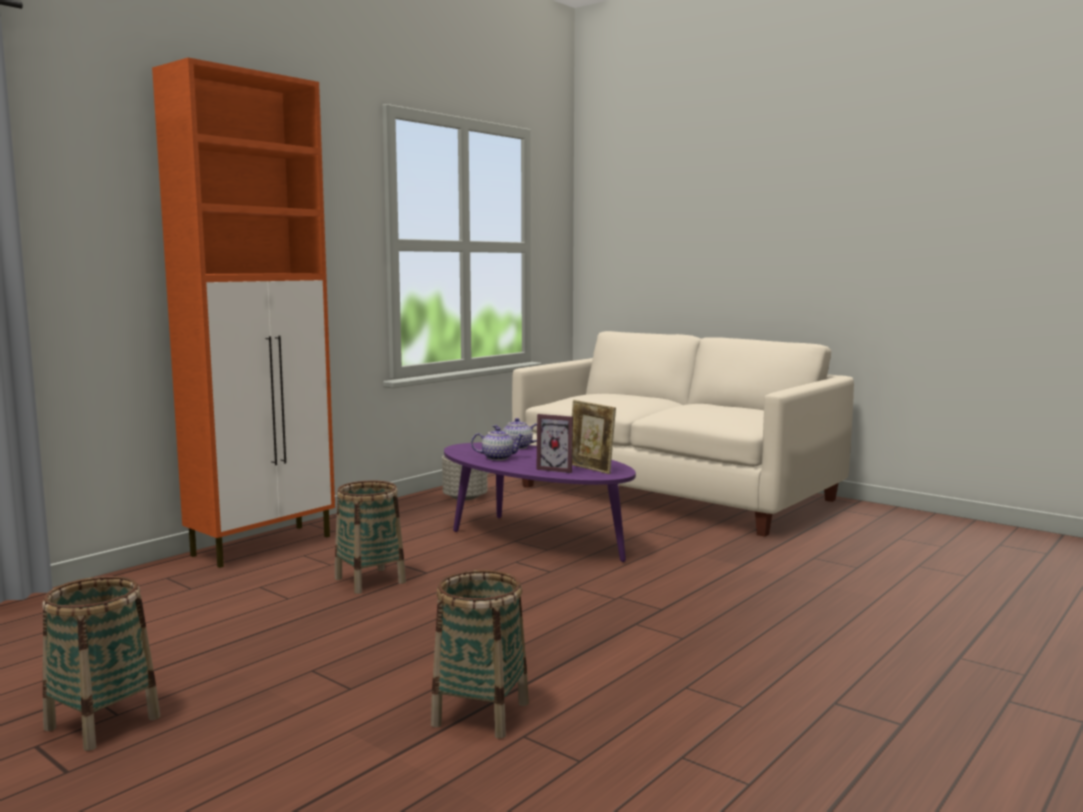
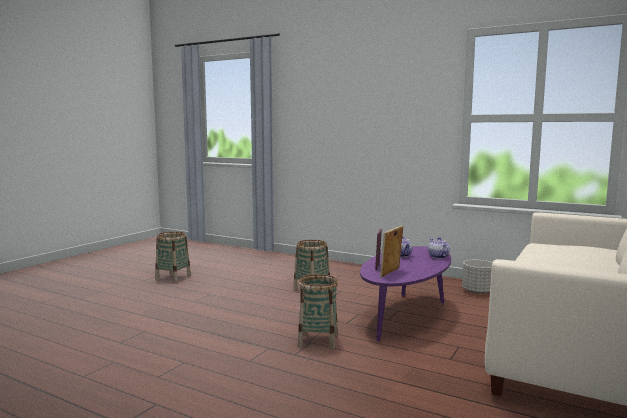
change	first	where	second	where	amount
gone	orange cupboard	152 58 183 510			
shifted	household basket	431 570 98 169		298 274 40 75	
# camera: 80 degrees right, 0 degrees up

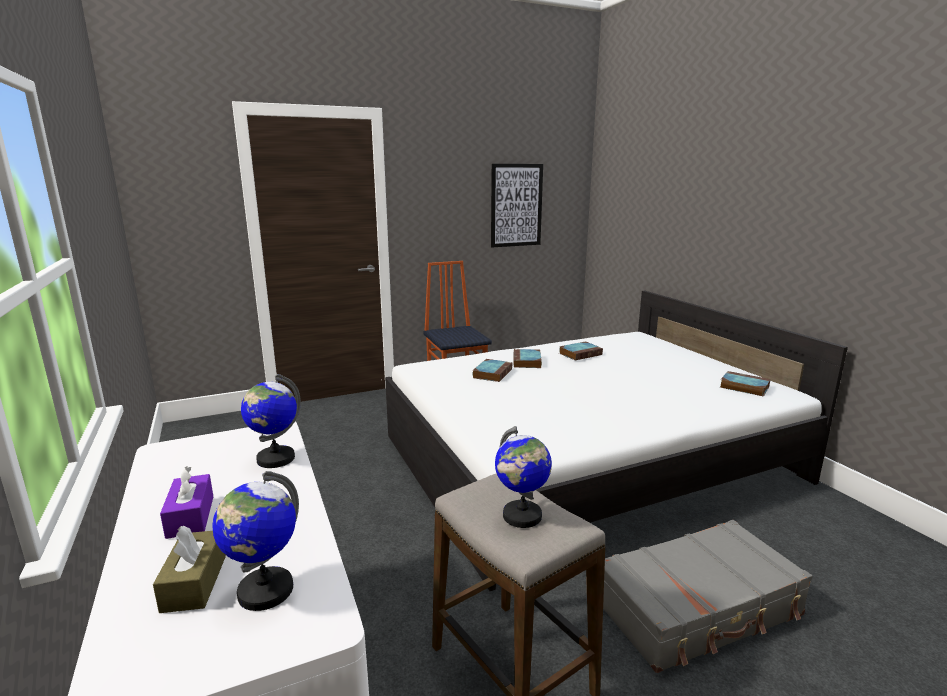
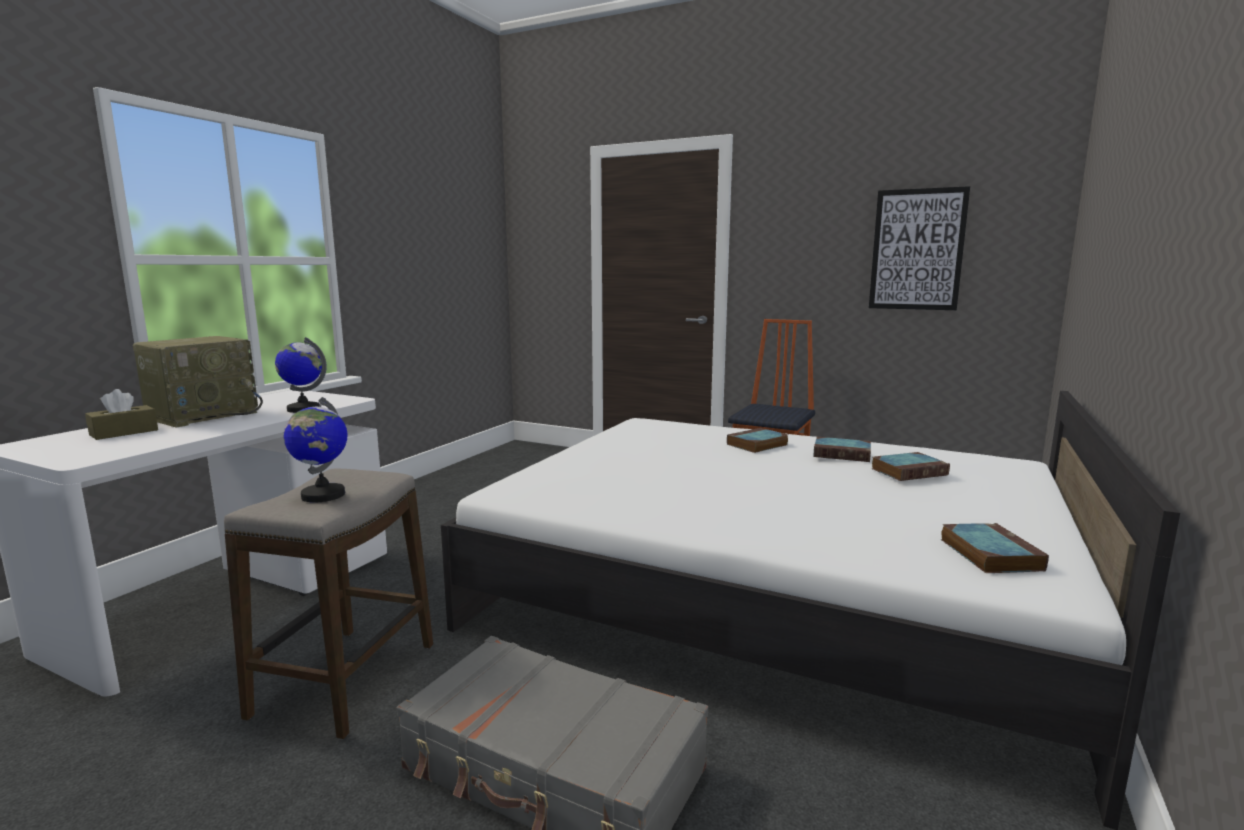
change	first	where	second	where	amount
gone	desk globe	212 471 87 140			
shifted	book	472 359 40 23		871 452 79 29	
swapped	purple tissue box	160 466 53 73	radio set	133 336 130 92	
# camera: 50 degrees right, 5 degrees down

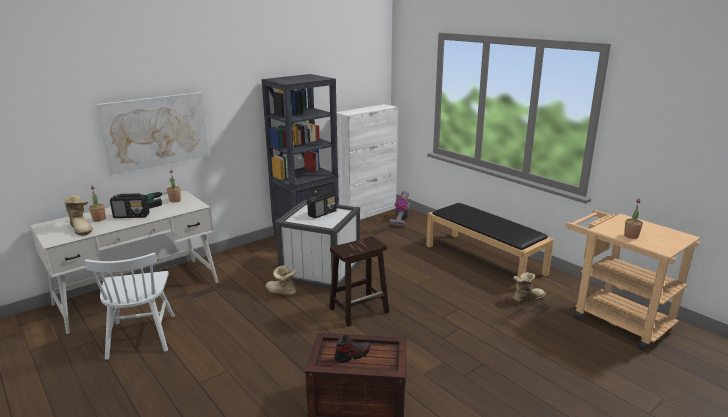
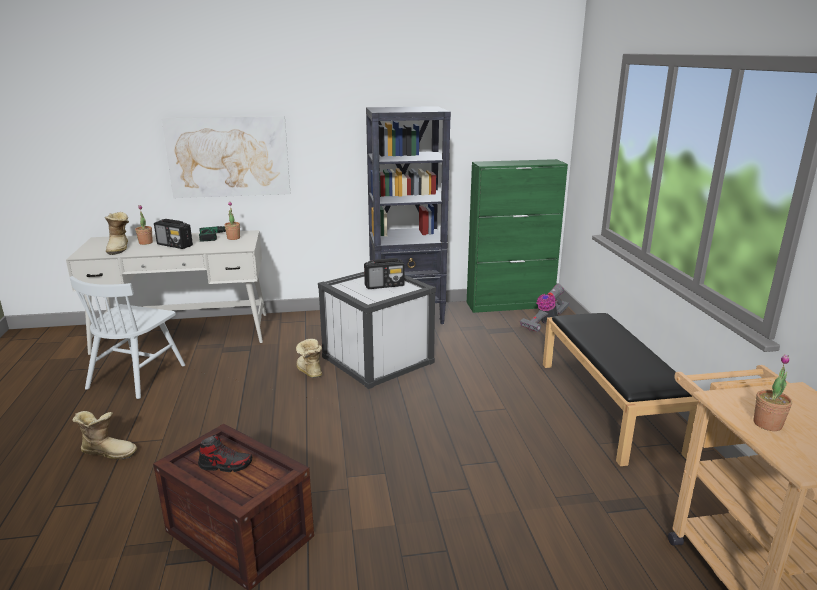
change	first	where	second	where	amount
gone	brown-coloured stool seat	329 236 60 91			
shifted	boot	513 272 33 30		72 411 65 49	
repainted	white cupboard	337 104 61 116	greenish cupboard	467 159 101 154	
# camera: 30 degrees right, 0 degrees up

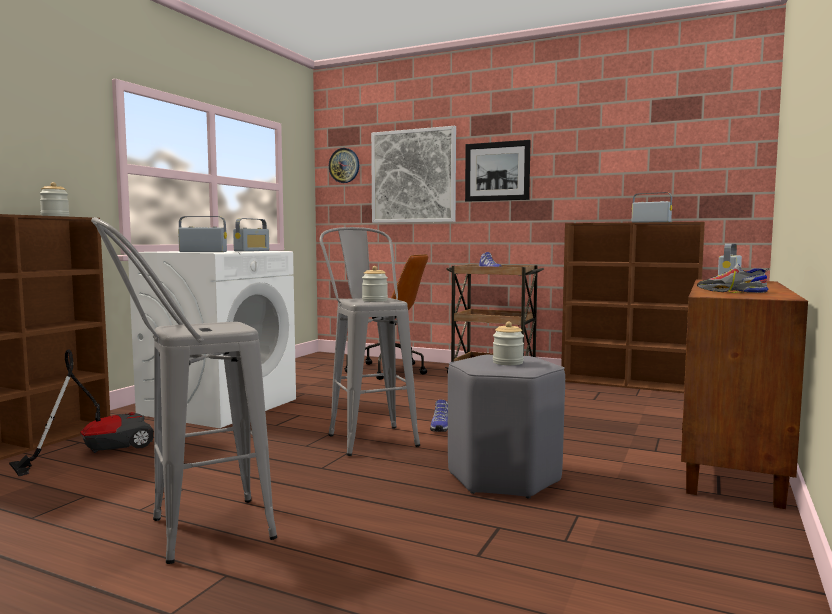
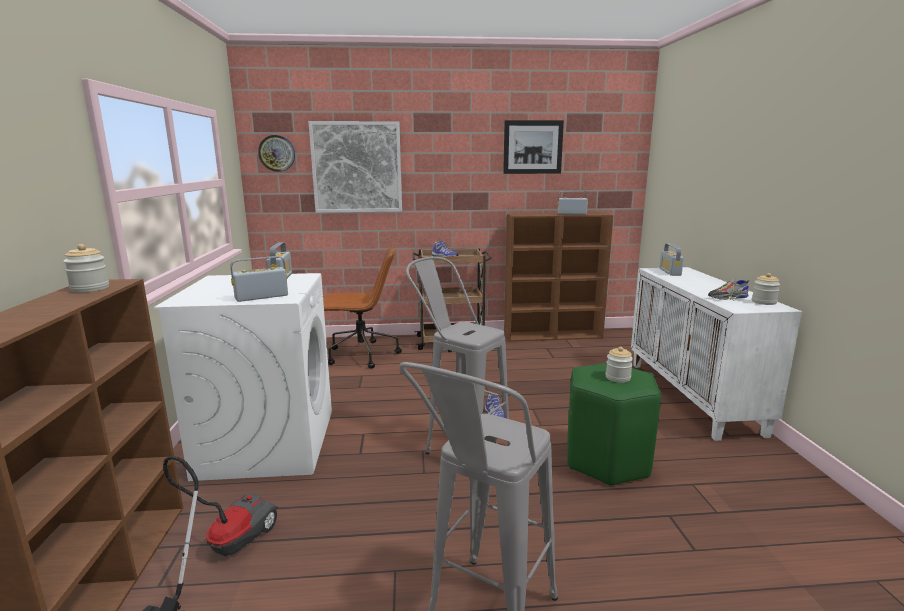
change	first	where	second	where	amount
shifted	jar	362 266 26 36		752 273 28 32	
shifted	wall picture	465 140 66 62		503 120 61 54	
repainted	greyish stool seat	448 354 117 144	greenish stool seat	567 363 94 123	
repainted	brown-coloured cupboard	681 279 127 230	white cupboard	631 267 171 174	
# camera: 30 degrees left, 10 degrees up

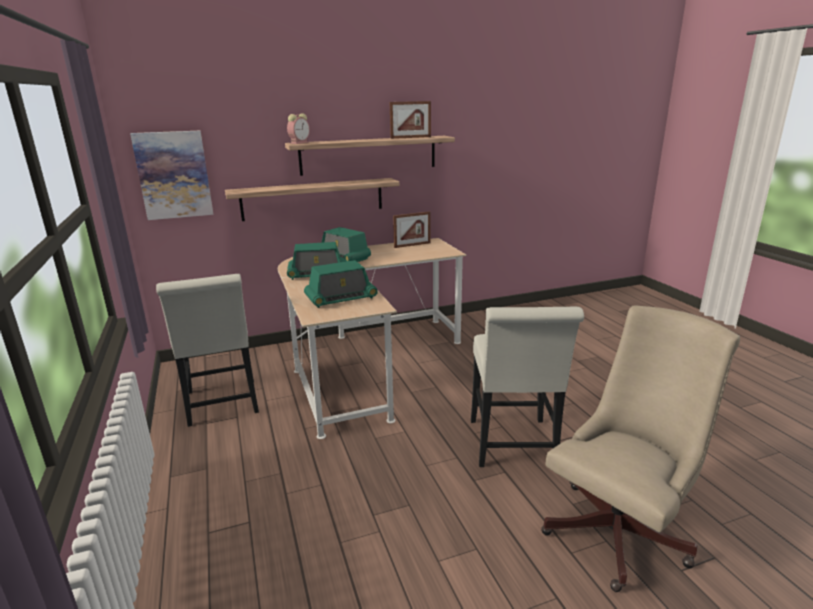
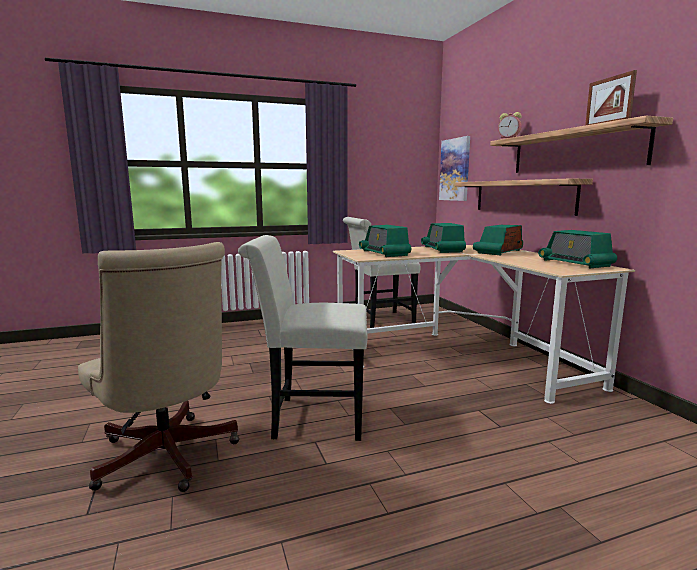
change	first	where	second	where	amount
swapped	photo frame	393 211 38 37	radio set	538 230 79 38	
# camera: 90 degrees right, 10 degrees down

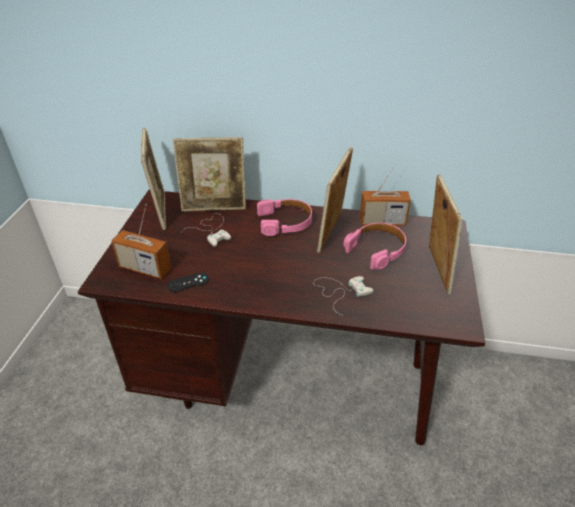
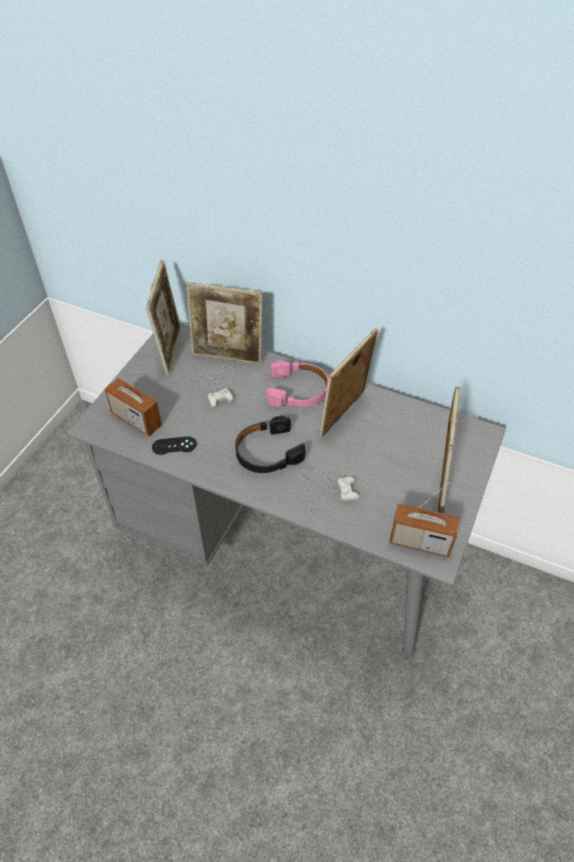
change	first	where	second	where	amount
gone	pink headset	343 223 63 47			
new			blackish headset	235 416 70 57	
shifted	radio set	360 159 51 67		389 482 71 75	
repainted	brown-coloured desk table	78 190 407 255	greyish desk table	67 324 439 331	
# camera: 15 degrees right, 10 degrees up

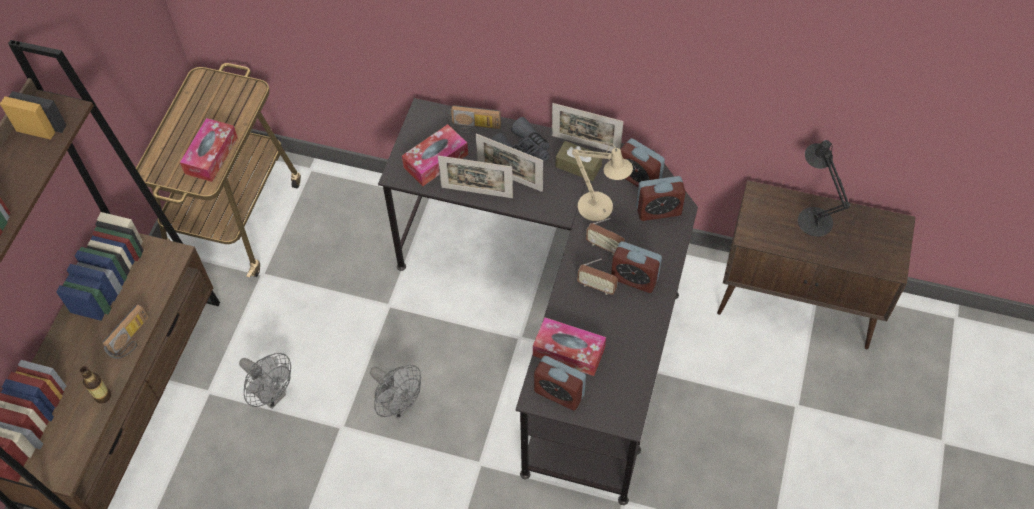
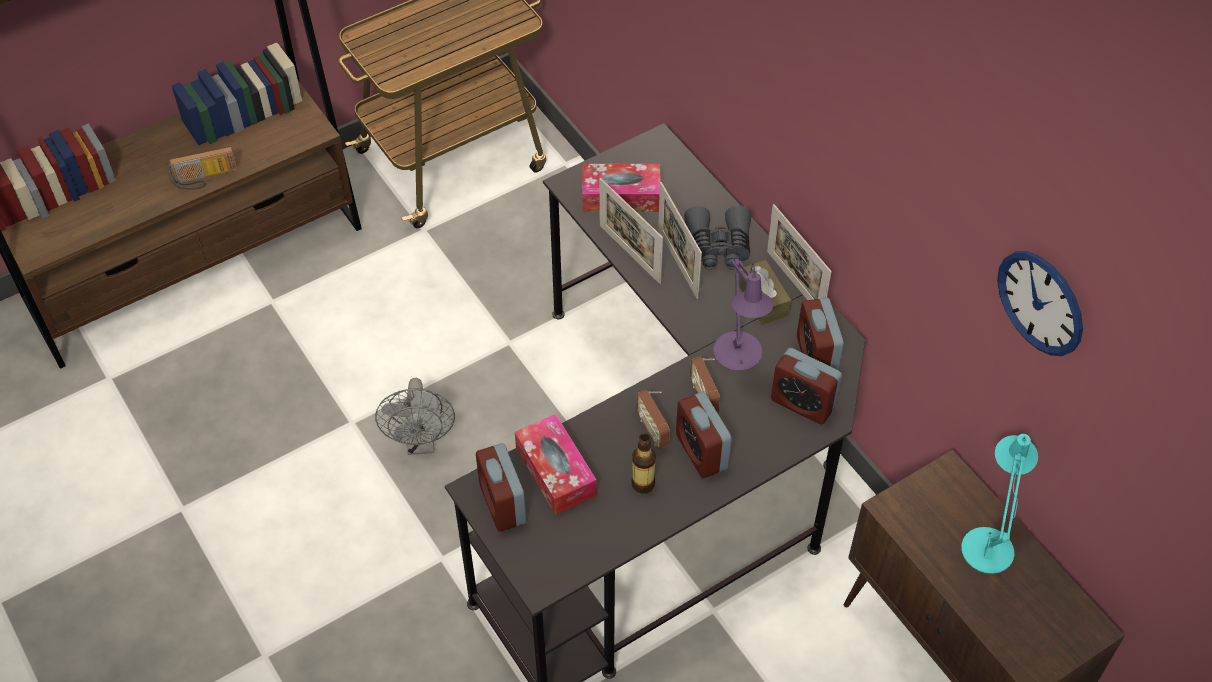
change	first	where	second	where	amount
gone	tissue box	180 118 58 64			
gone	greyish cooling fan	239 353 52 56			
gone	radio set	448 105 53 29			
new			wall clock	997 251 86 105	
shifted	beverage bottle	80 366 31 37		631 433 25 61	
repainted	beige tabletop lamp	572 143 61 78	purple tabletop lamp	713 259 60 112	
repainted	blackish tabletop lamp	798 140 52 97	blue-green tabletop lamp	961 434 77 140	
# camera: 40 degrees right, 5 degrees down

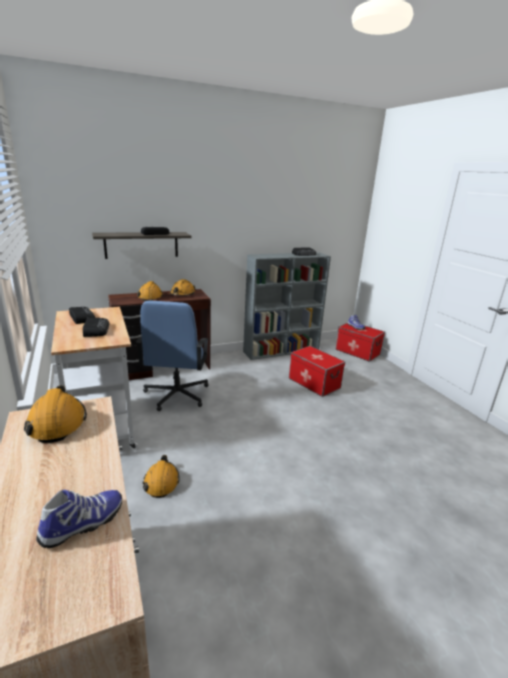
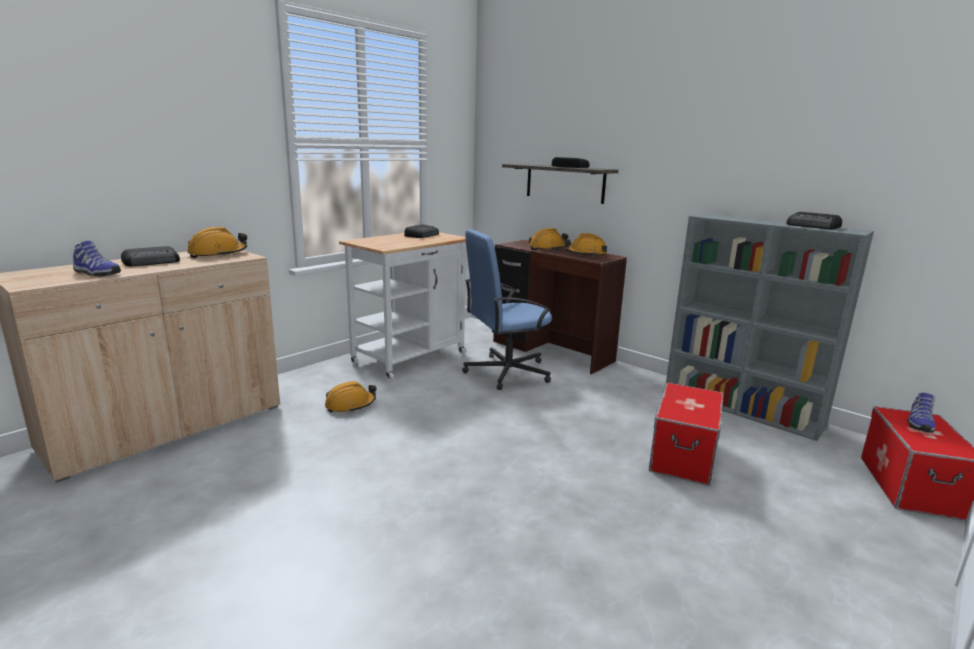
change	first	where	second	where	amount
shifted	radio set	83 317 26 20		121 246 59 20	
# camera: 65 degrees right, 5 degrees down

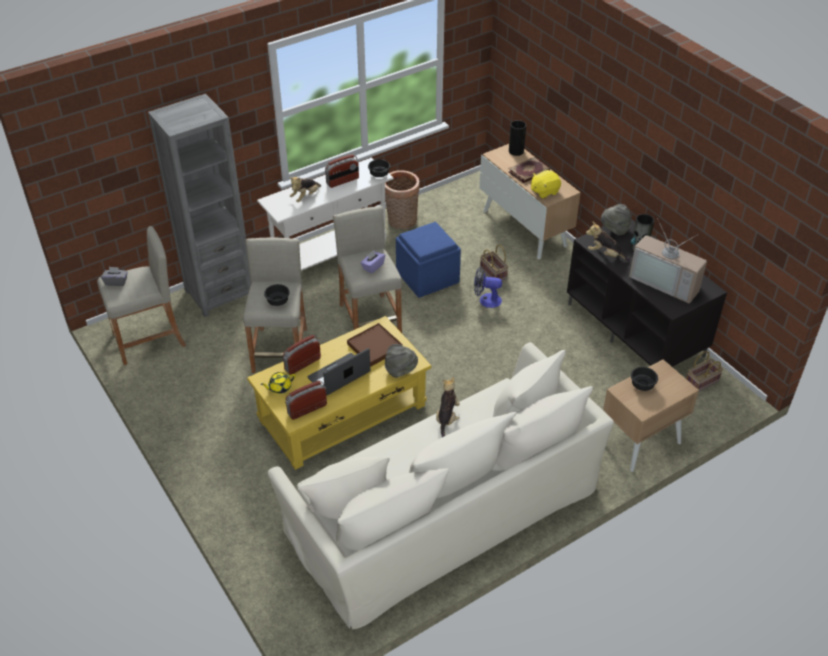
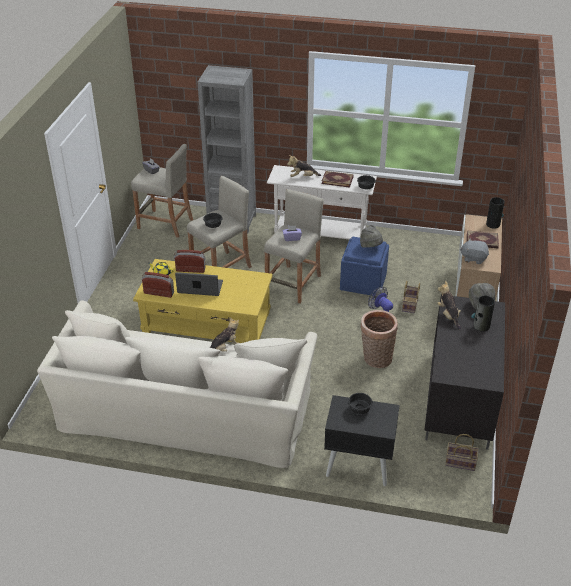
change	first	where	second	where	amount
gone	brown-coloured serving tray	347 323 56 43			
gone	TV set	629 218 78 85			
shifted	household basket	385 170 35 59		360 310 38 58	
shifted	greyish clothing hat	385 344 33 34		360 225 23 23	
swapped	radio set	325 154 34 34	book	322 171 32 17	
repainted	yellowish plush toy	531 170 30 29	greyish plush toy	460 239 29 25	
repainted	beige nightstand	603 359 96 113	blackish nightstand	324 395 76 91	
# camera: 45 degrees right, 5 degrees down

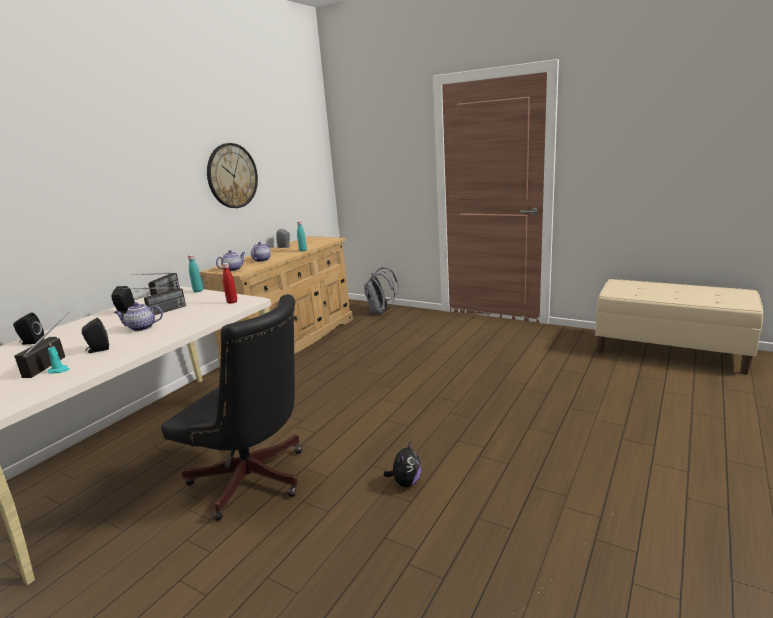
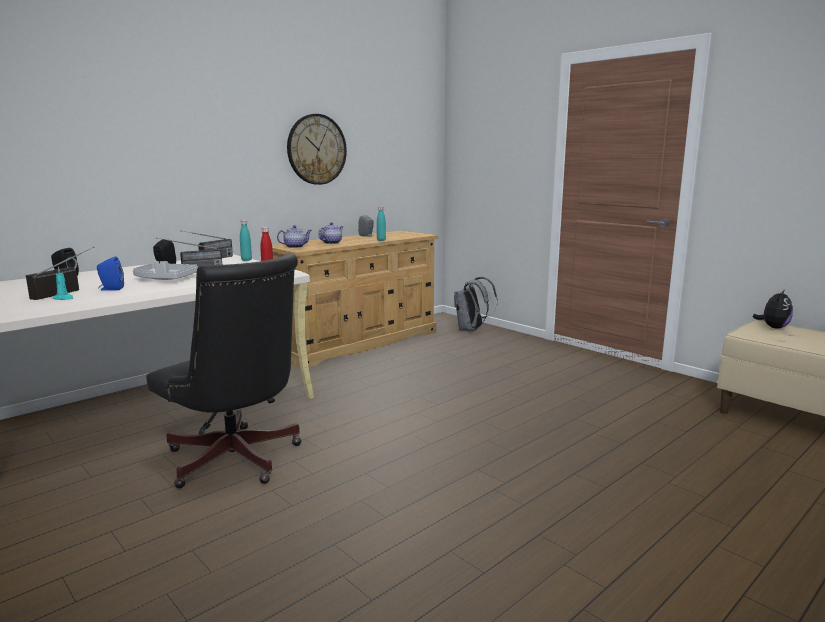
change	first	where	second	where	amount
shifted	plush toy	383 441 39 46		753 289 40 40	
swapped	pot for tea	114 302 49 29	greyish serving tray	133 261 65 19	
repainted	blackish loudspeaker	82 318 27 35	blue loudspeaker	97 256 27 35	
# camera: 15 degrees right, 5 degrees down

